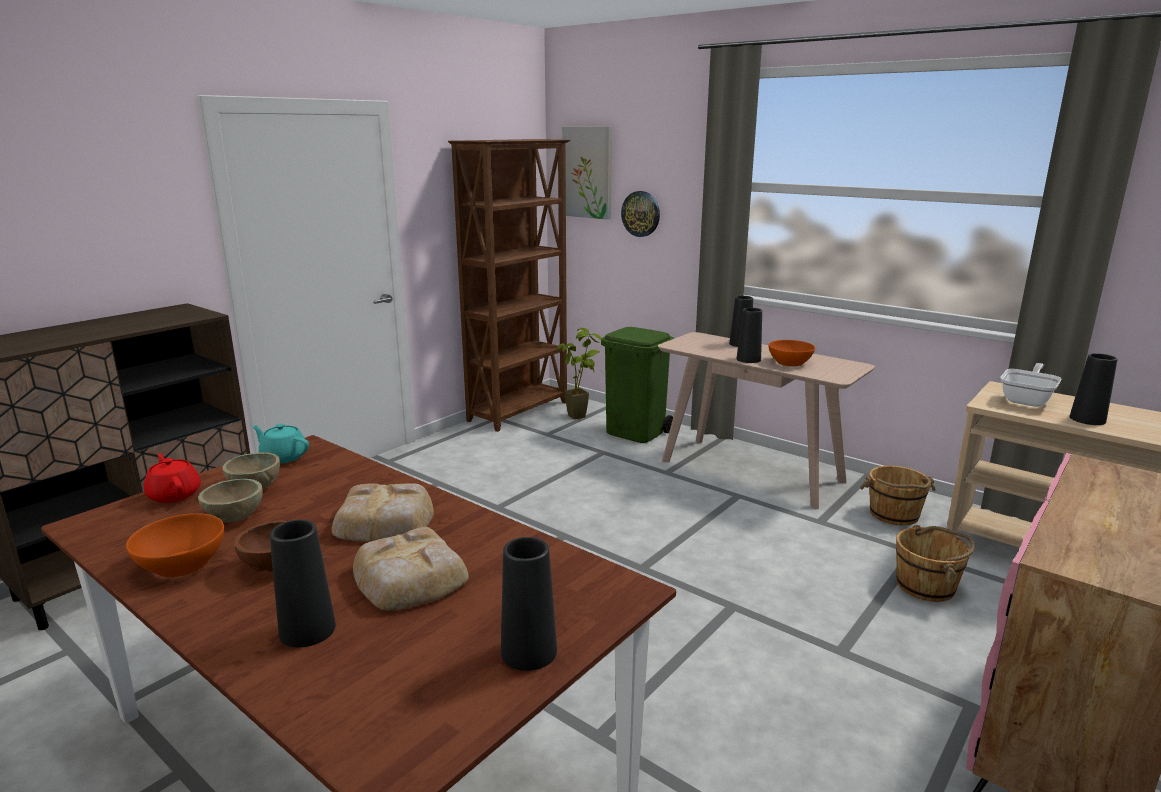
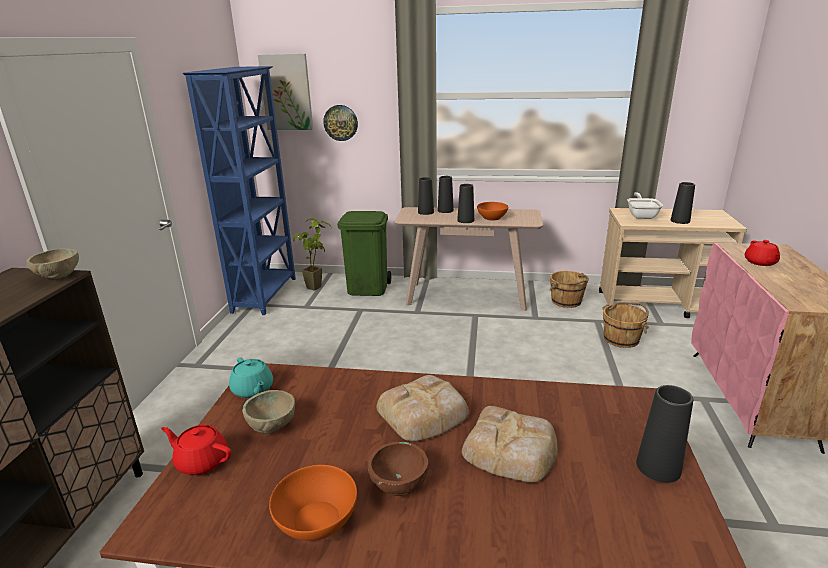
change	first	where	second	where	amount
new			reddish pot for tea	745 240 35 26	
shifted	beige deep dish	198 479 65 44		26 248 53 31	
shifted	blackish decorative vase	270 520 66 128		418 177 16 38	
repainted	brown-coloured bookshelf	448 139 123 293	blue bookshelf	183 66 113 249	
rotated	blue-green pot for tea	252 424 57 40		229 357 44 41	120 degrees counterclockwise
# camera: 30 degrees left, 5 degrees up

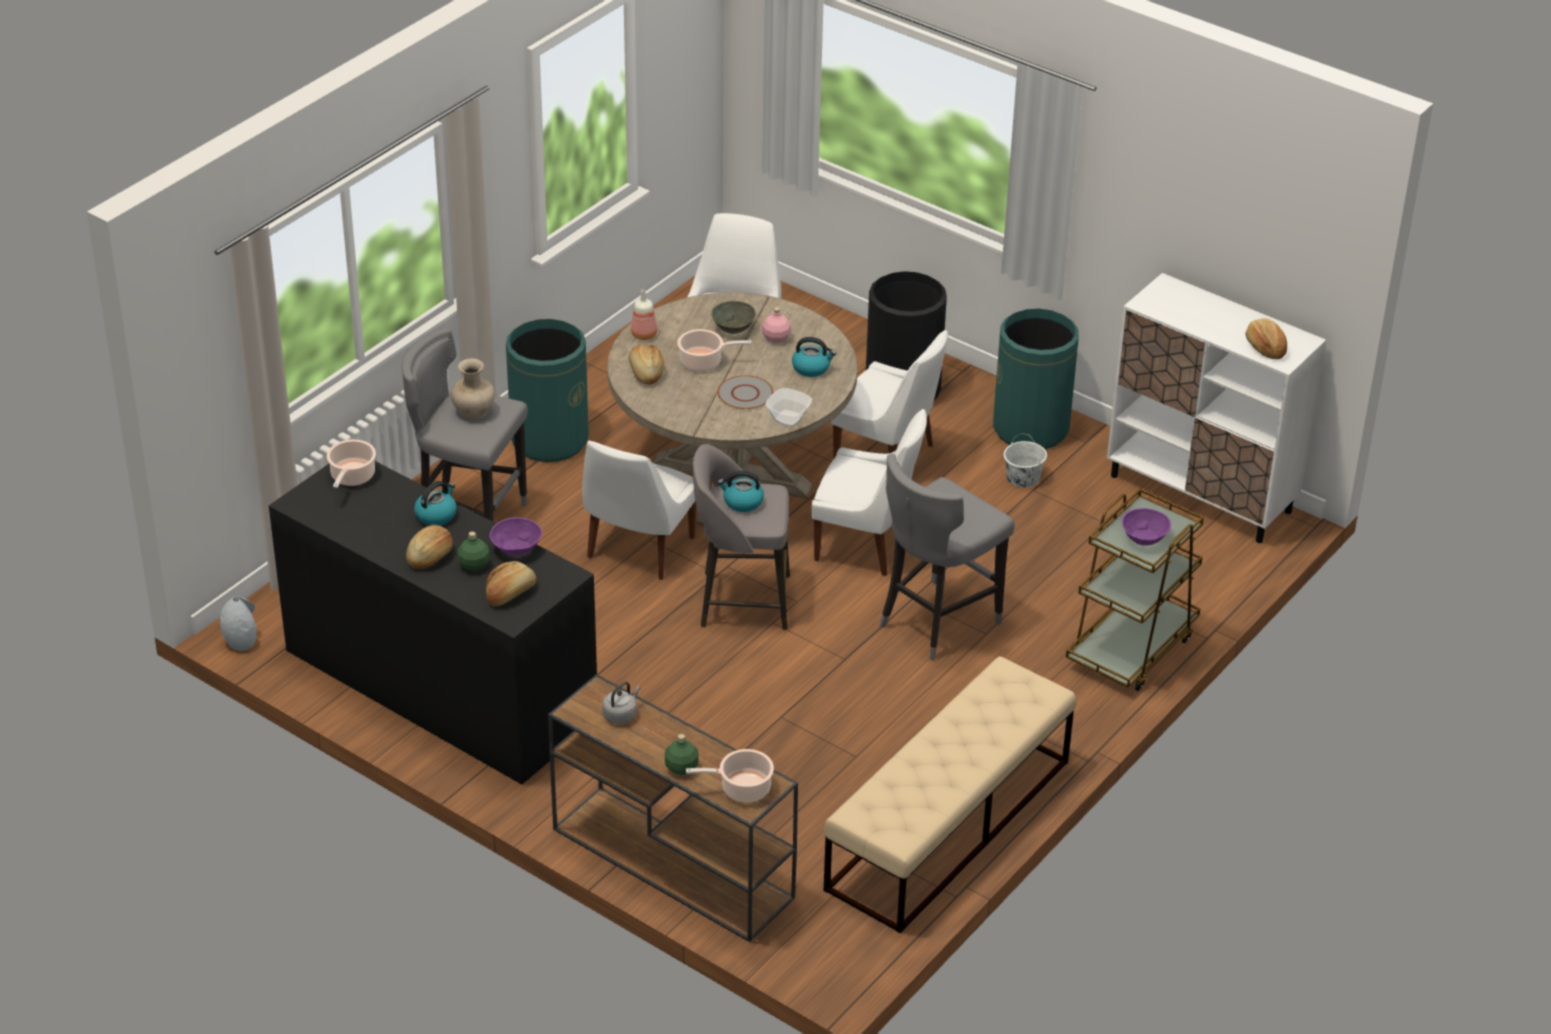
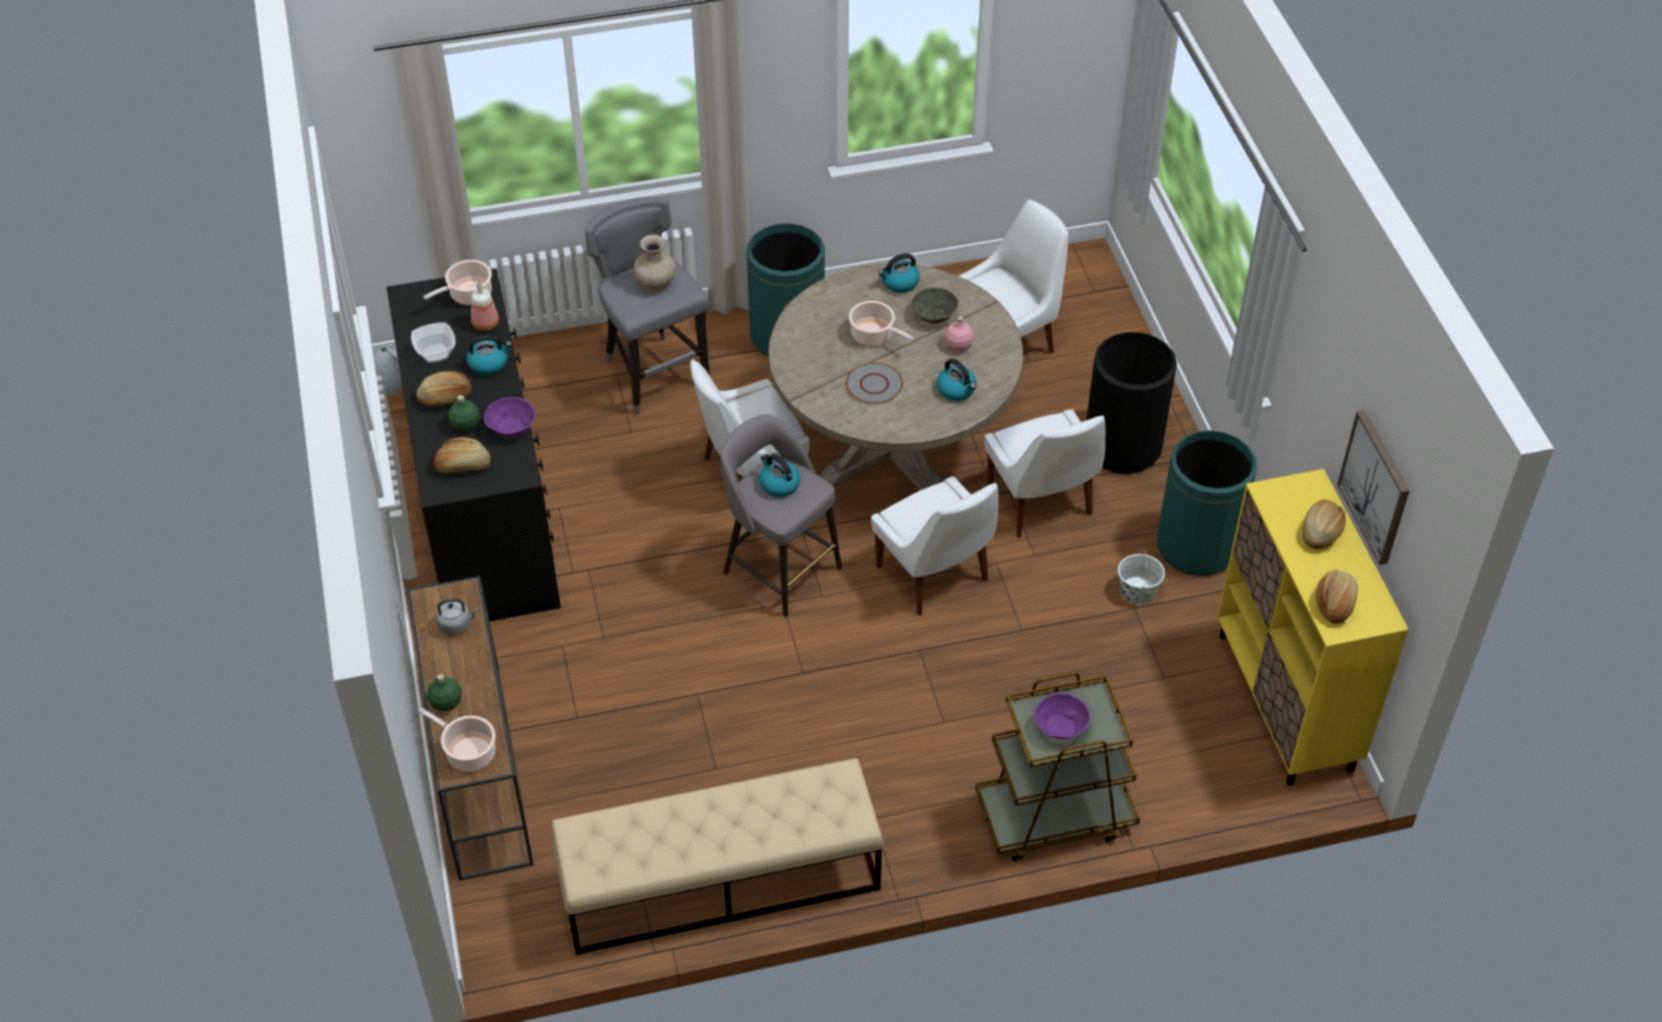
change	first	where	second	where	amount
gone	greyish stool seat	880 454 135 207			
new			kettle	878 253 42 40	
new			wall picture	1337 410 72 155	
shifted	bread	629 345 35 40		1302 499 44 50	
shifted	beverage bottle	631 289 26 51		471 281 28 50	
shifted	deep dish	765 388 47 39		411 322 45 41	
repainted	white cupboard	1107 273 219 270	yellowish cupboard	1217 469 192 316	
# camera: 40 degrees right, 10 degrees up

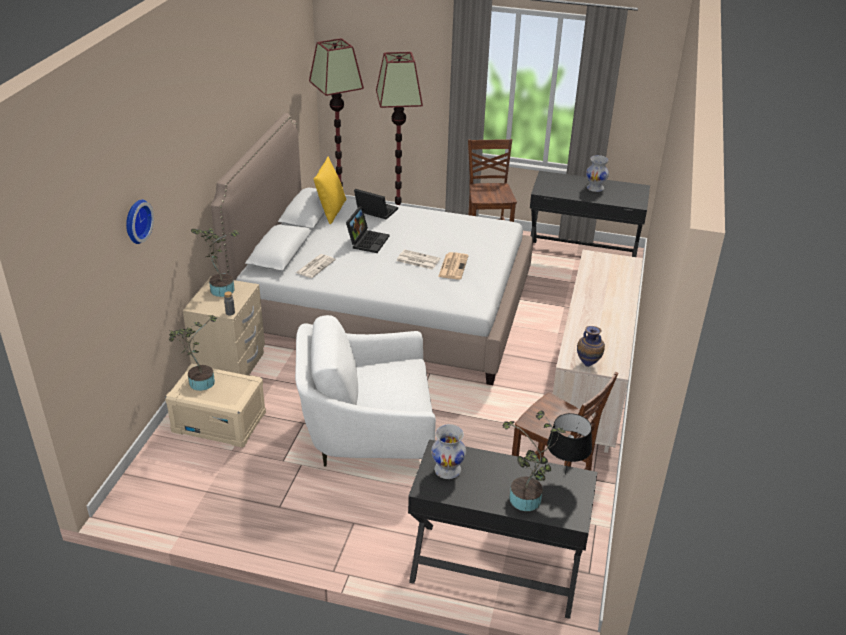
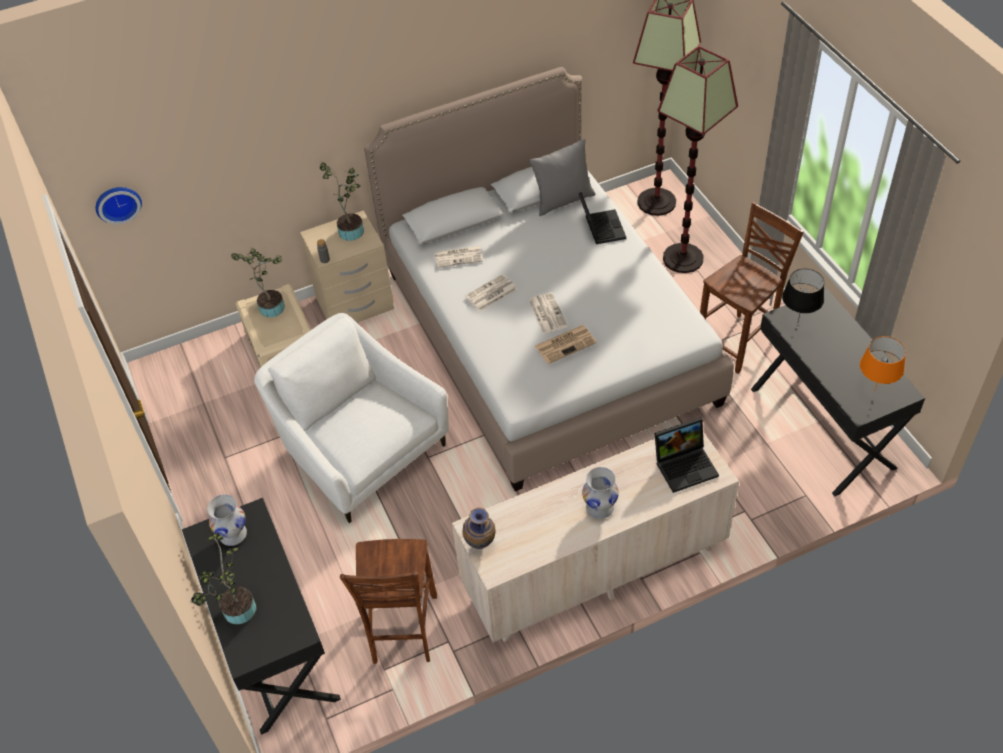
change	first	where	second	where	amount
new			newspaper	465 274 52 37	
new			orange tabletop lamp	860 336 46 56	
shifted	wall clock	126 200 28 44		96 187 46 38	
shifted	notebook computer	346 206 43 47		655 418 64 75	
shifted	blackish tabletop lamp	547 413 45 62		782 269 42 52	
shifted	white decorative vase	586 155 23 37		582 467 37 52	
repainted	yellowish cushion	314 157 32 67	greyish cushion	529 138 66 78	
# camera: 55 degrees right, 15 degrees up

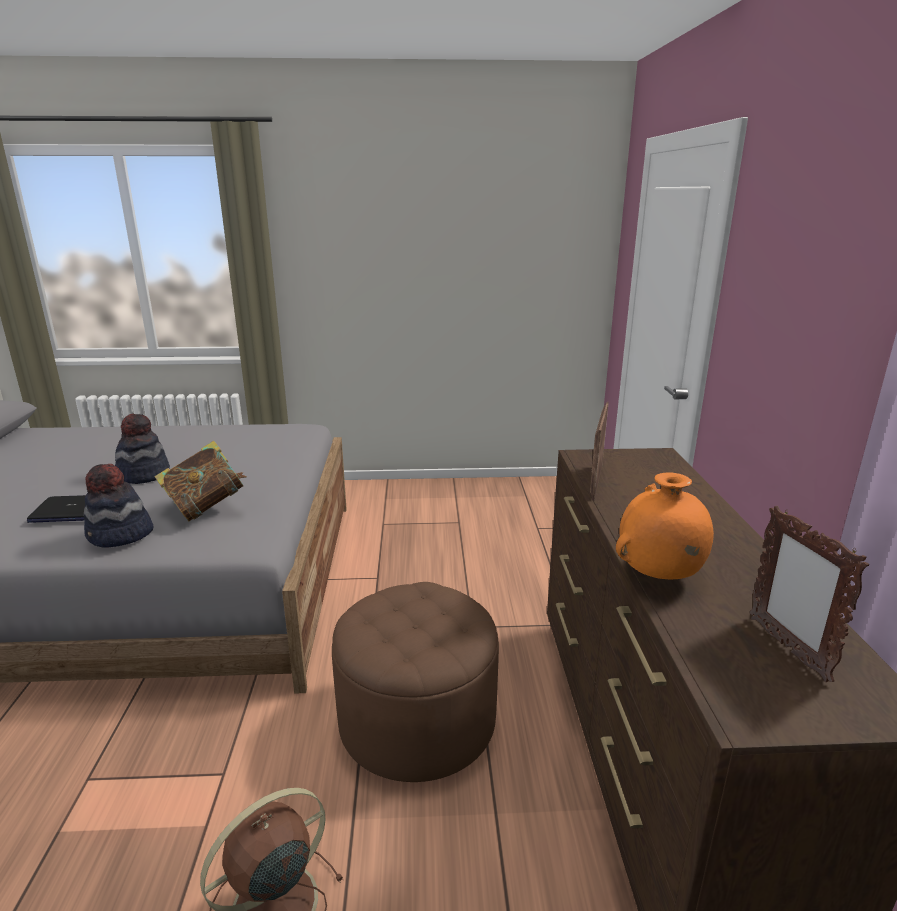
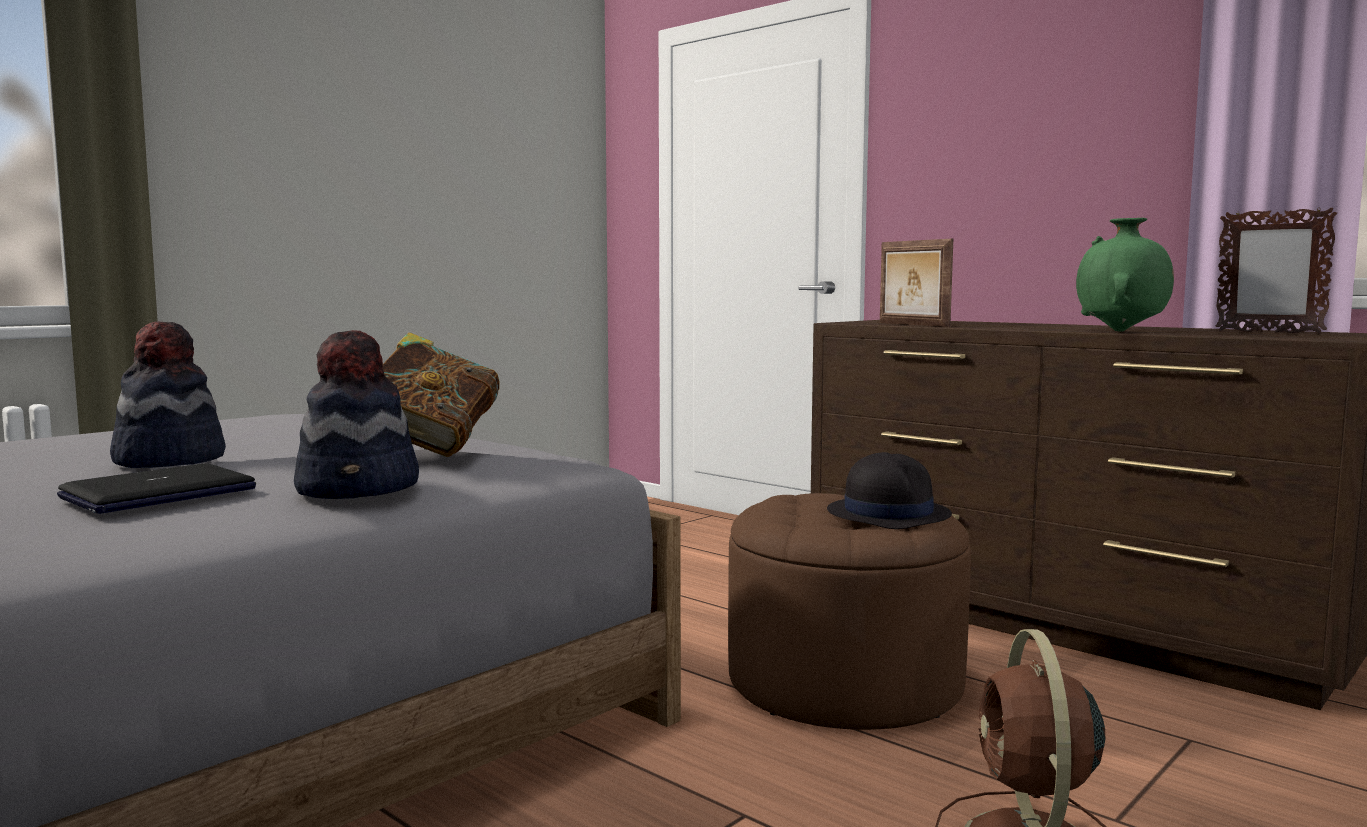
change	first	where	second	where	amount
new			blackish clothing hat	827 452 125 77	
repainted	orange decorative vase	616 472 98 107	greenish decorative vase	1076 218 98 114	
# camera: 45 degrees left, 15 degrees down

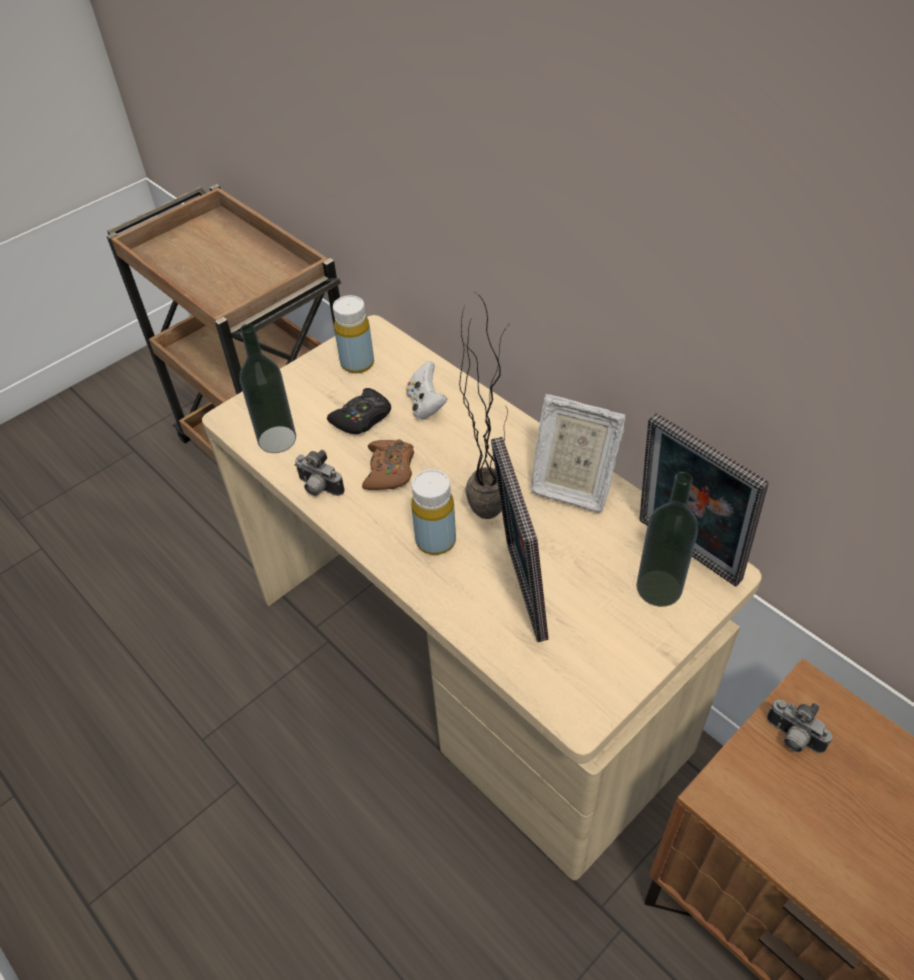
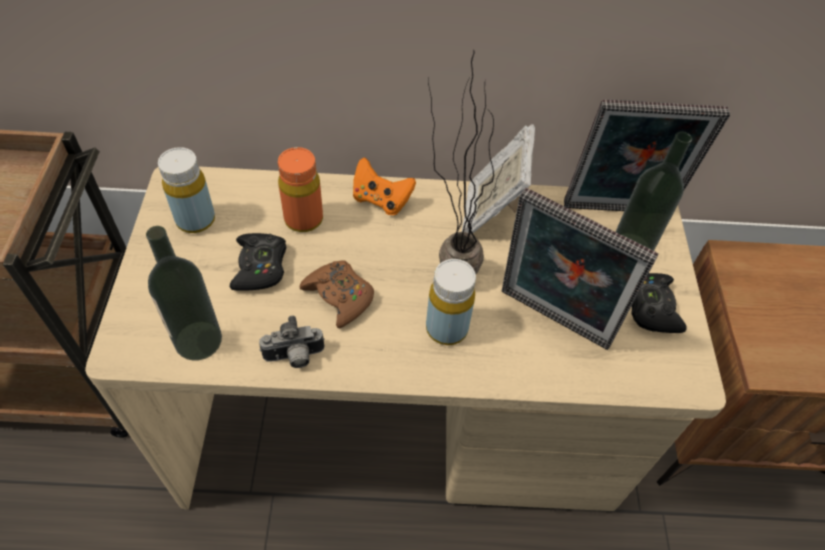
change	first	where	second	where	amount
gone	photo camera	767 700 65 53			
new			orange game controller	353 157 63 58	
new			blackish game controller	631 273 56 60	
swapped	white game controller	406 361 41 59	orange beverage bottle	278 147 45 85	
rotated	photo frame	531 394 95 119		462 124 73 110	120 degrees clockwise
# camera: 50 degrees left, 5 degrees up

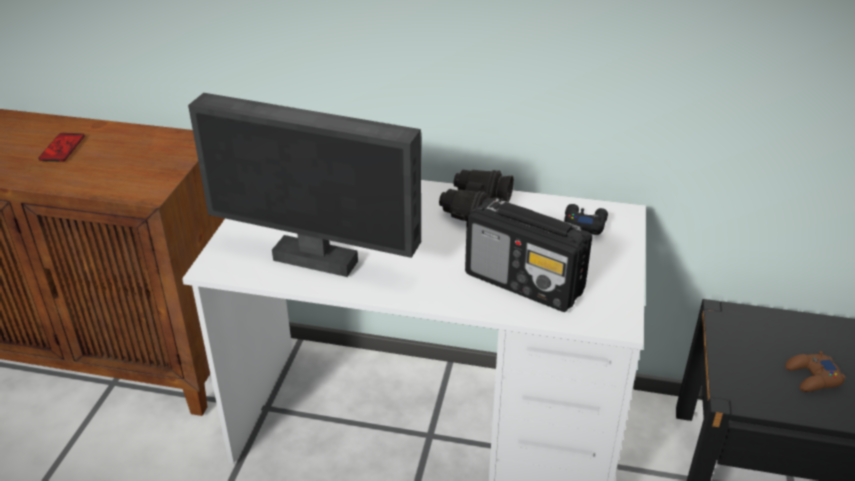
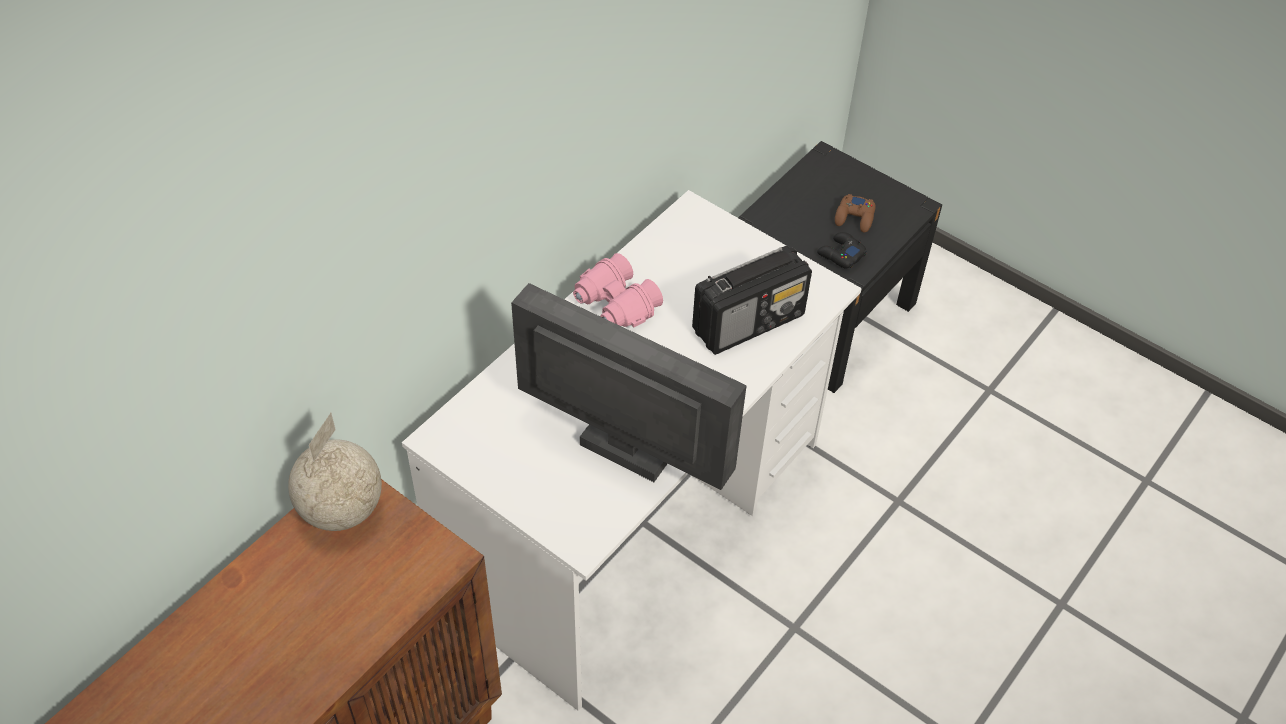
change	first	where	second	where	amount
gone	phone	38 133 47 29			
new			desk globe	288 413 94 118	
shifted	blackish game controller	564 204 44 31		817 232 50 36	
repainted	blackish field glasses	439 170 75 51	pink field glasses	573 253 90 74	
rotated	computer screen	188 93 233 184		511 283 236 207	105 degrees counterclockwise
# camera: 65 degrees left, 15 degrees up

